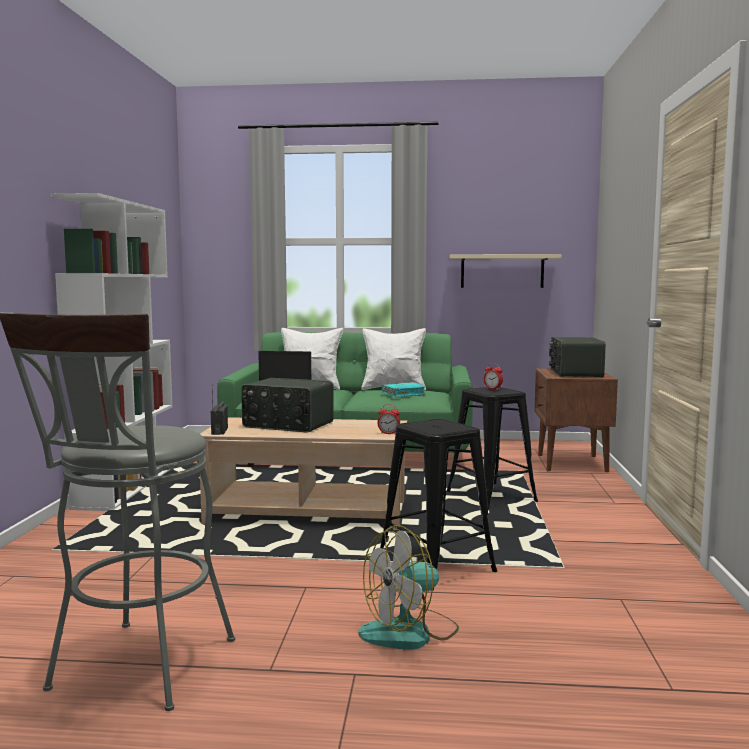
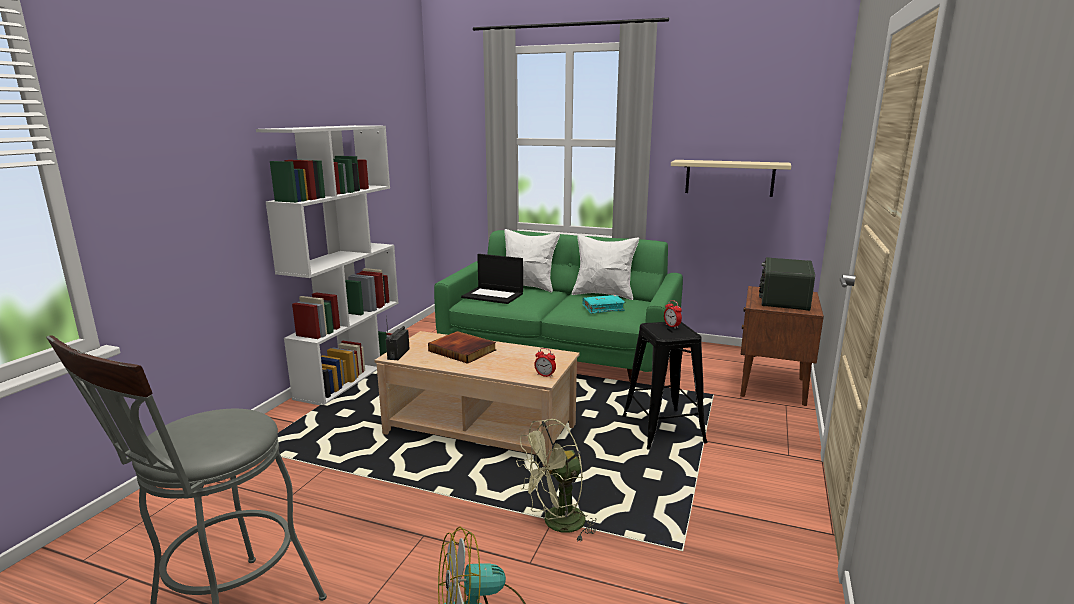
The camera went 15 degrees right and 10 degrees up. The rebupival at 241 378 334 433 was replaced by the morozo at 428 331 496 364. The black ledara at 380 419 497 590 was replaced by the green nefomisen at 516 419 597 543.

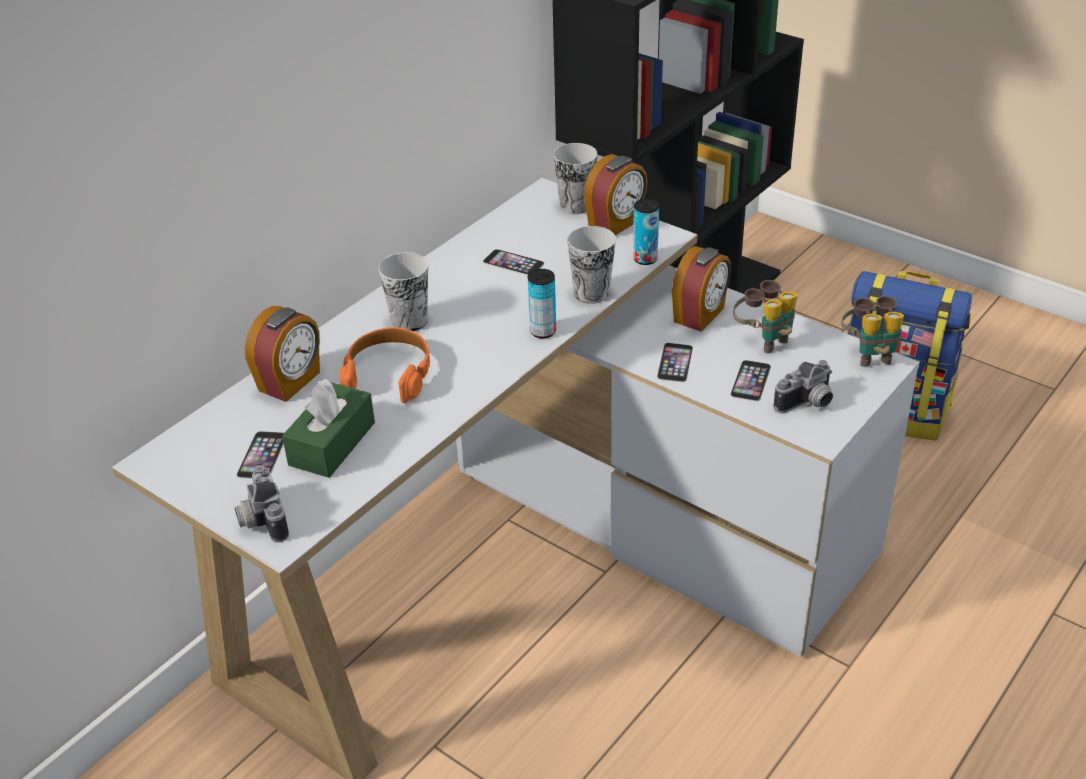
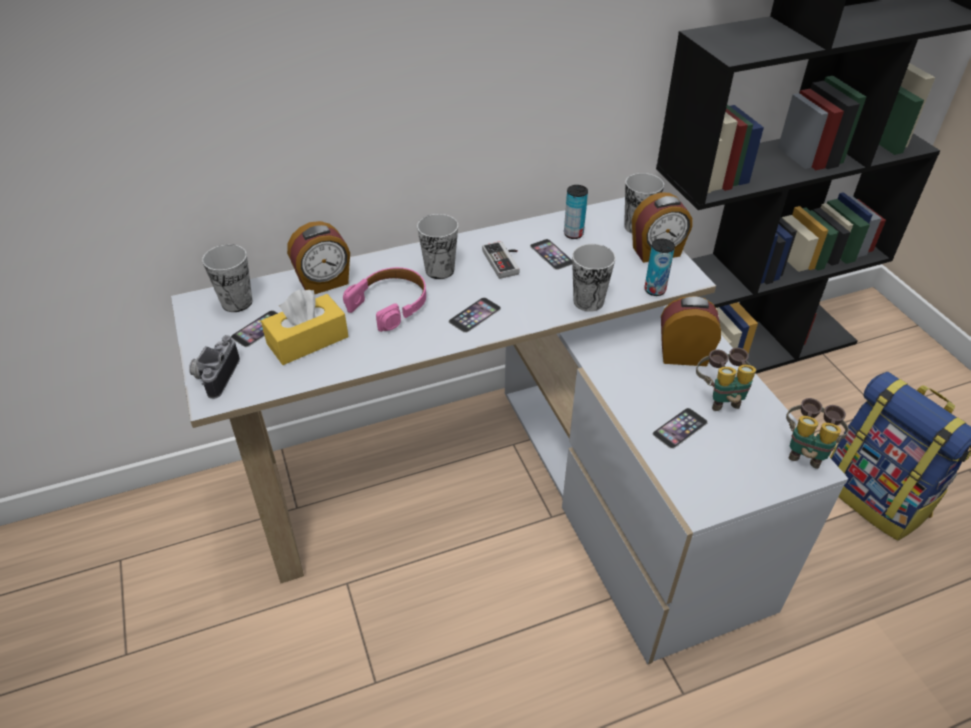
The camera went 30 degrees right and 5 degrees up. The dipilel at 202 244 253 312 appeared. The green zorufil at 282 379 375 478 became the yellow zorufil at 261 289 349 365. The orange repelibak at 339 327 430 403 became the pink repelibak at 343 267 426 332. The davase moved from 657 343 693 382 to 449 297 501 333. The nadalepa at 482 241 520 279 appeared. The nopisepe moved from 528 269 556 338 to 564 185 588 239. The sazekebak at 672 246 731 332 turned 150 degrees counterclockwise. The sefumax at 773 360 833 413 disappeared.

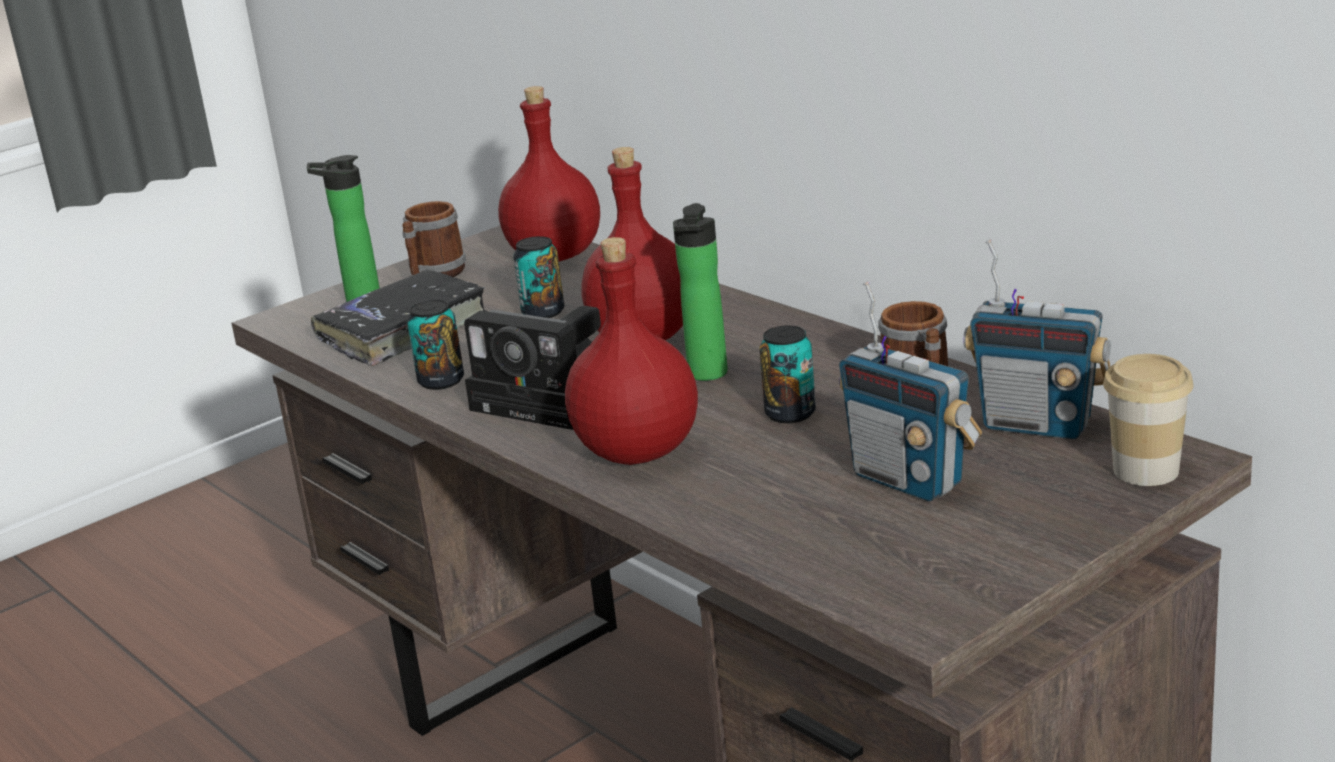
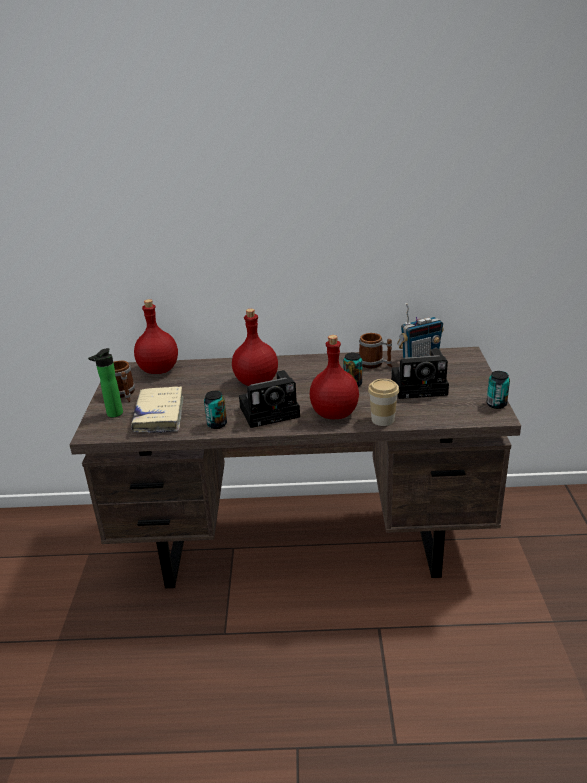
The camera went 50 degrees left and 5 degrees up. The black morozo at 311 270 488 366 became the beige morozo at 131 386 184 433. The dipilel moved from 1103 354 1193 486 to 368 379 399 426. The rebupival at 839 282 982 502 was replaced by the sefumax at 391 349 449 399. The nopisepe moved from 513 236 564 318 to 486 371 510 409. The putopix at 673 203 728 381 disappeared.

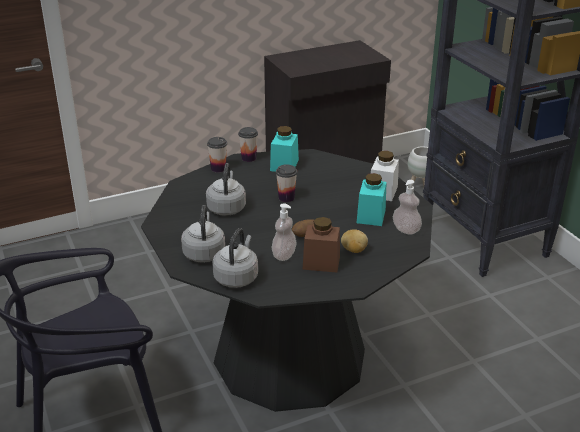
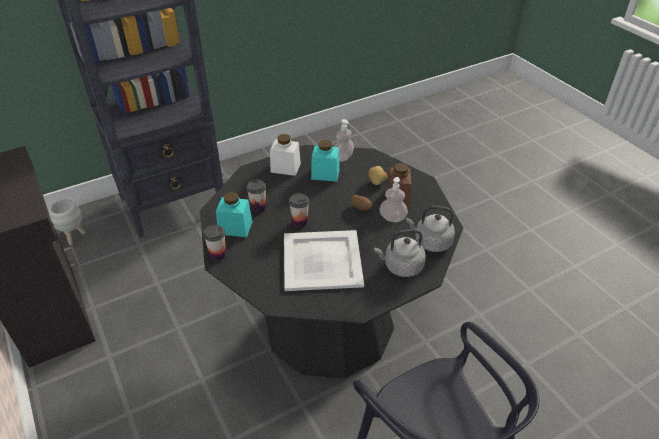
The camera went 95 degrees left and 10 degrees up. The dipilel moved from 207 137 227 172 to 246 180 266 213. The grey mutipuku at 206 163 246 216 was replaced by the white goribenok at 284 230 364 291.

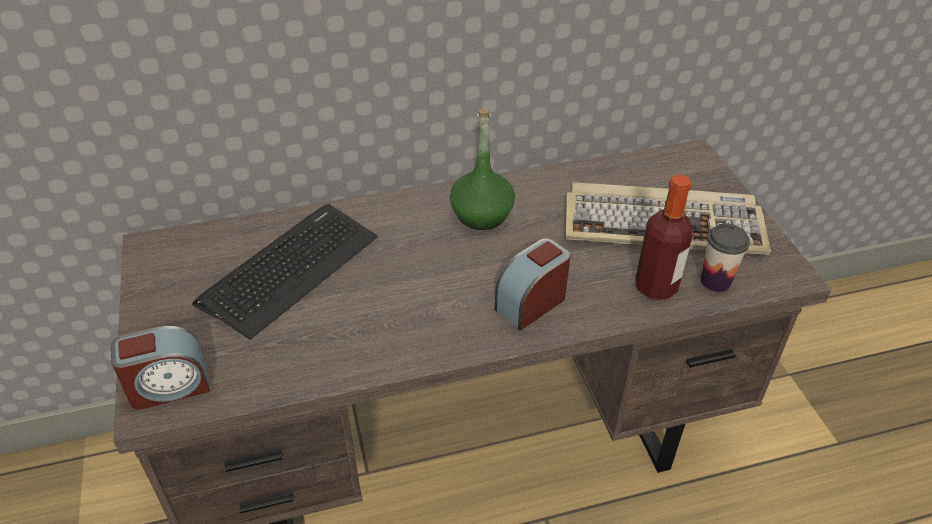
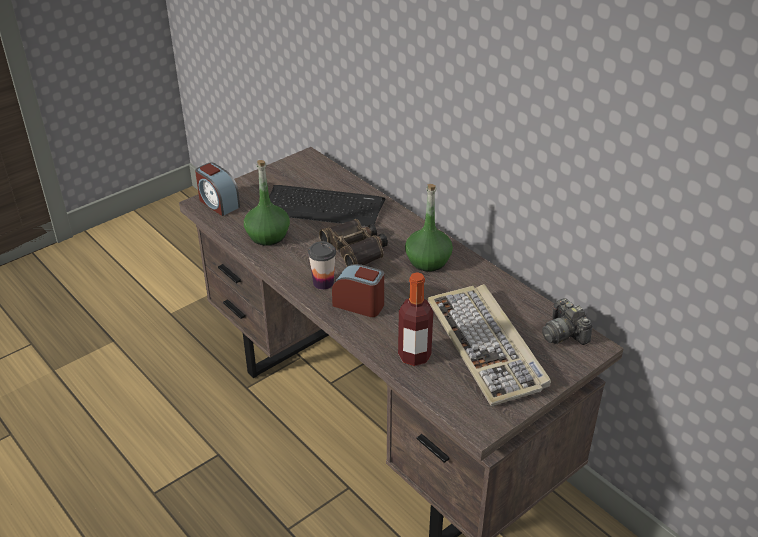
The camera went 65 degrees right and 5 degrees down. The green putopix at 244 160 290 246 appeared. The dipilel moved from 701 223 750 292 to 308 241 336 290. The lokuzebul at 319 219 388 266 appeared. The sefumax at 542 298 592 345 appeared.

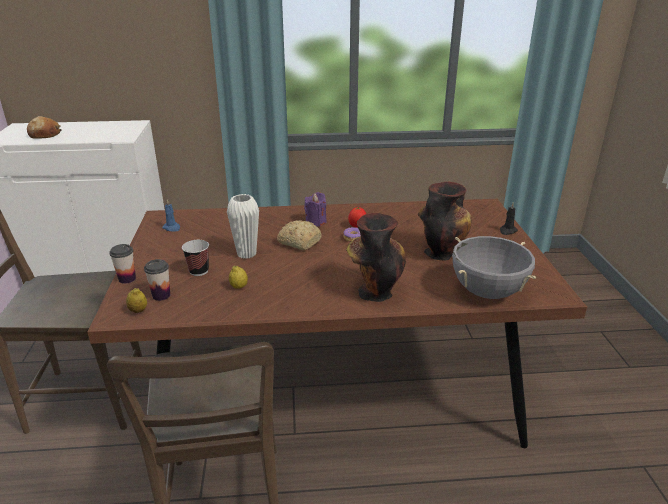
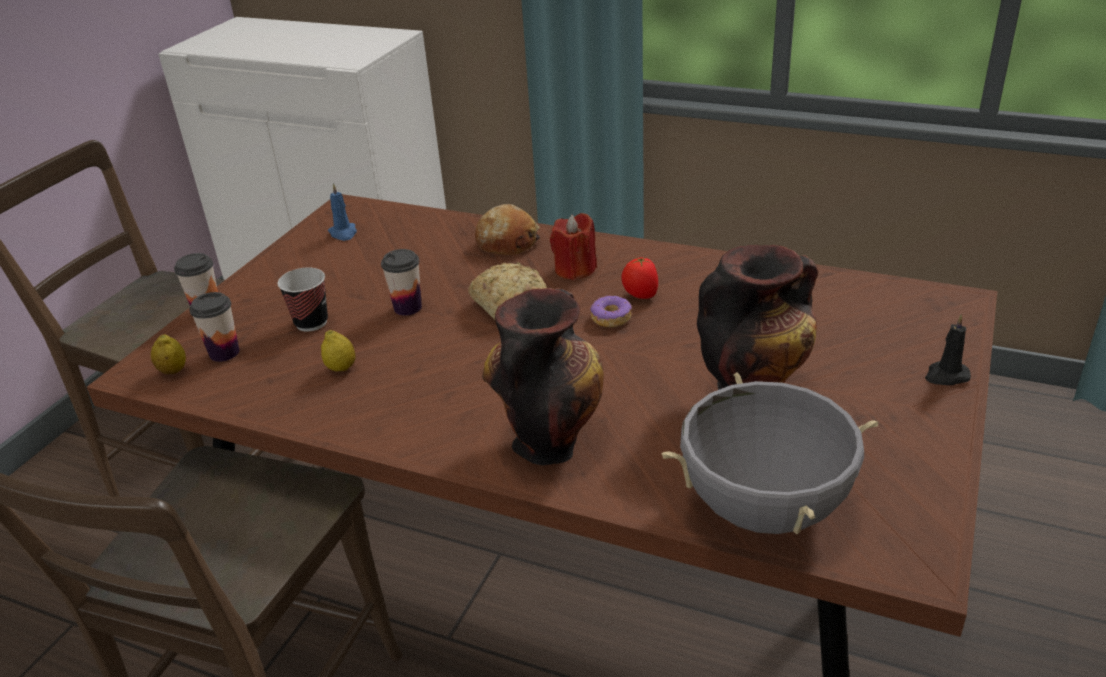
The camera went 30 degrees right and 5 degrees up. The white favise at 227 194 259 259 was replaced by the dipilel at 381 249 422 316. The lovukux moved from 27 116 62 139 to 475 204 540 255. The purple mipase at 304 192 327 227 became the red mipase at 550 213 597 280.

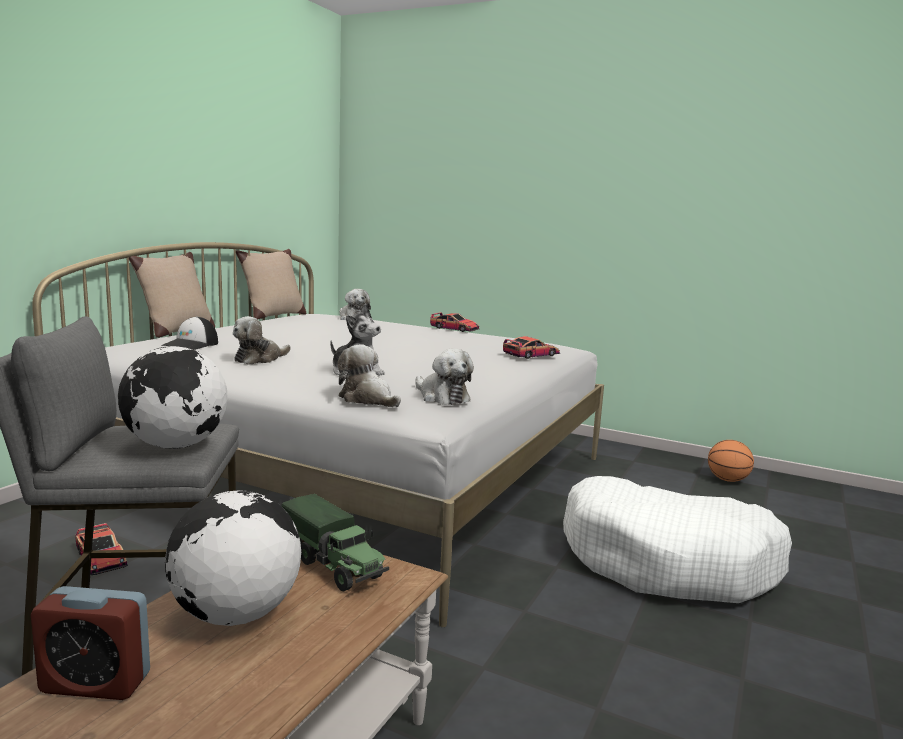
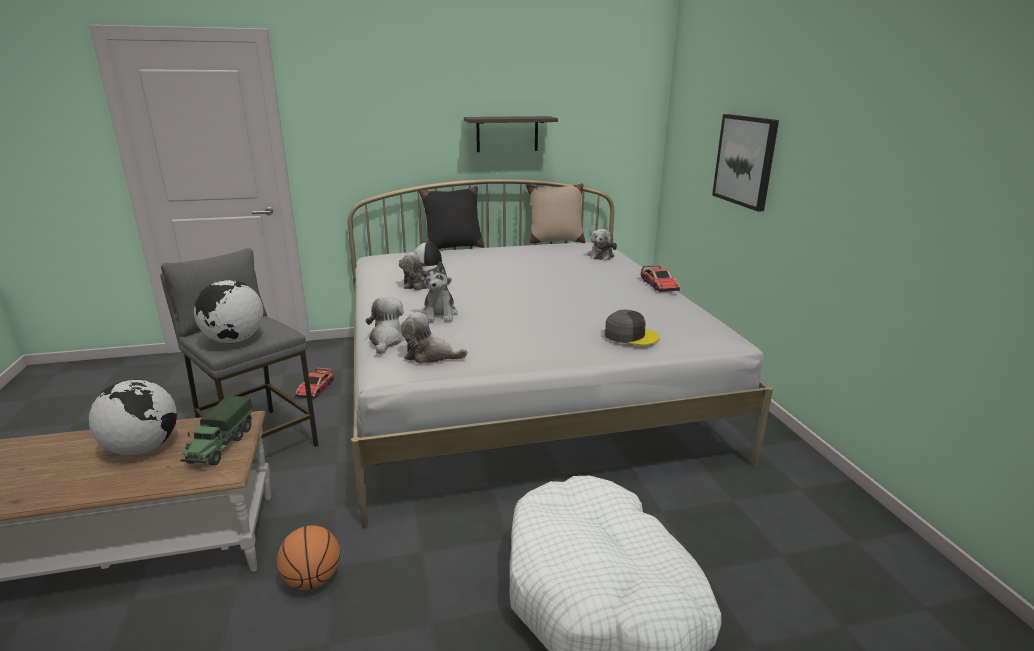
The camera went 50 degrees right and 10 degrees up. The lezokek moved from 708 440 754 482 to 277 525 341 590. The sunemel at 415 349 474 405 turned 90 degrees clockwise. The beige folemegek at 129 252 215 338 became the black folemegek at 419 186 485 249. The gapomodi at 464 116 558 152 appeared. The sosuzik at 503 336 560 359 was replaced by the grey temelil at 604 310 660 345. The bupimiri at 712 114 779 212 appeared. The sazekebak at 31 586 150 700 disappeared.

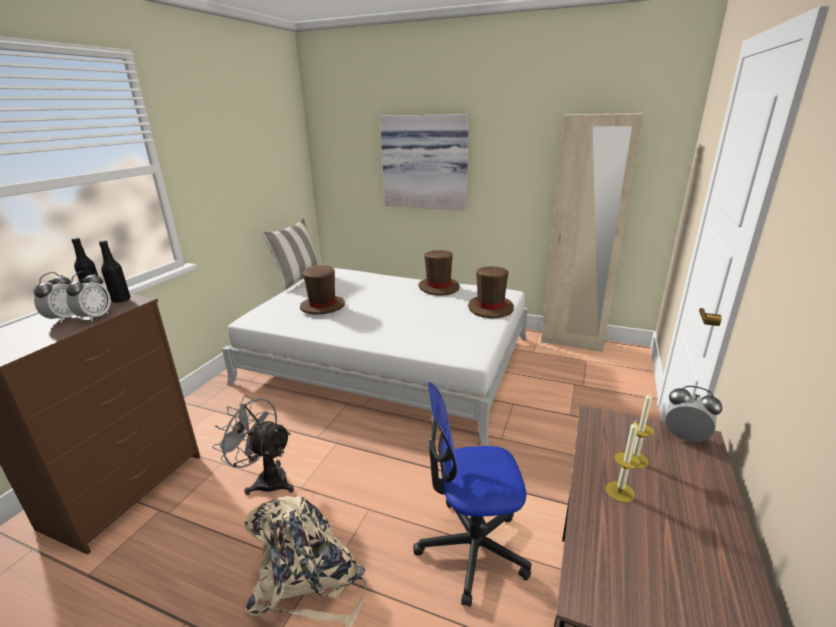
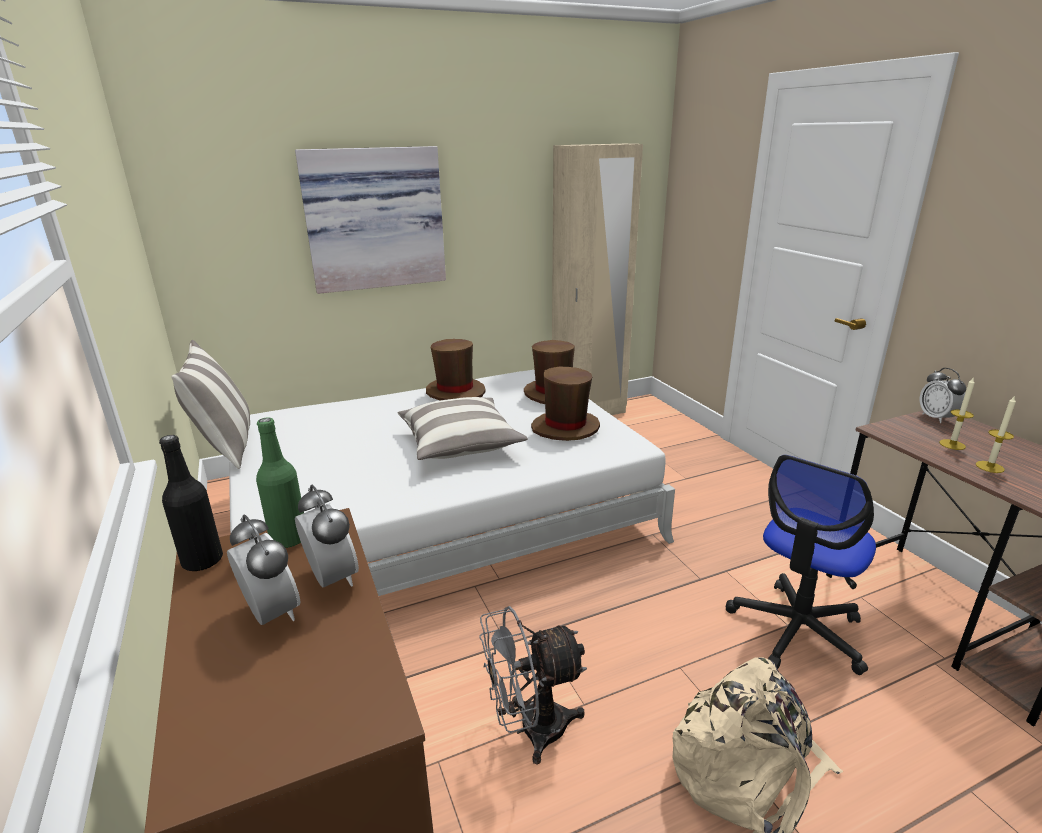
The camera went 45 degrees left and 0 degrees up. The black putopix at 99 240 131 303 became the green putopix at 256 418 304 548. The folemegek at 398 397 528 460 appeared. The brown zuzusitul moved from 300 265 345 315 to 531 367 600 441. The sazekebak at 665 386 722 442 turned 90 degrees counterclockwise.

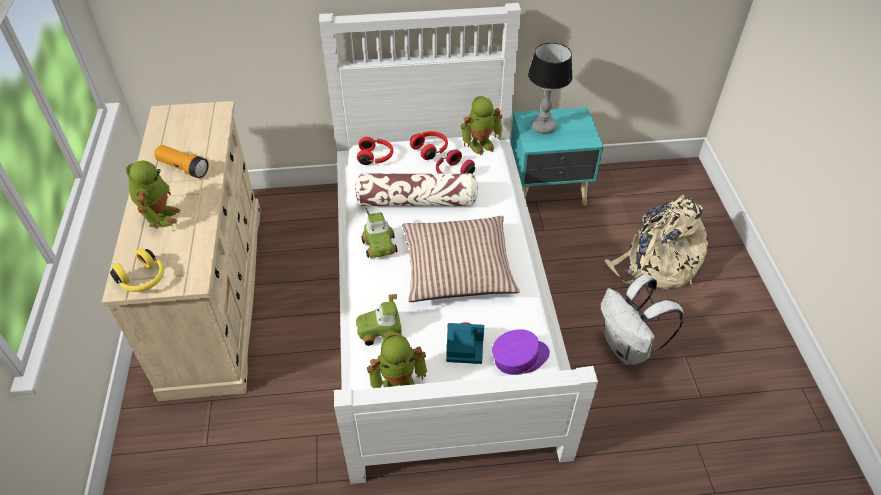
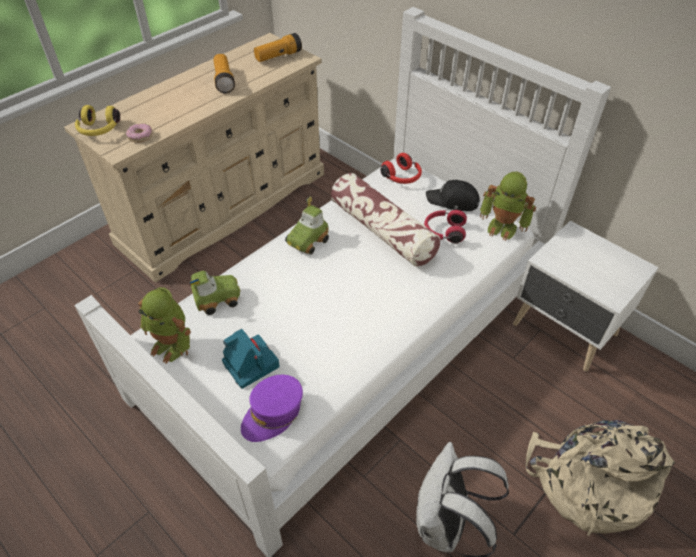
The camera went 50 degrees right and 0 degrees up. The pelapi at 126 124 152 143 appeared. The sosuzik at 356 294 401 346 turned 120 degrees clockwise. The purple temelil at 492 329 550 375 turned 105 degrees clockwise. The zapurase at 254 33 302 62 appeared. The red repelibak at 410 131 448 160 was replaced by the black temelil at 426 180 480 211. The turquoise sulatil at 511 107 603 206 became the white sulatil at 513 221 659 372. The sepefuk at 126 161 181 229 disappeared. The folemegek at 402 216 520 302 disappeared. The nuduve at 528 43 573 134 disappeared.

